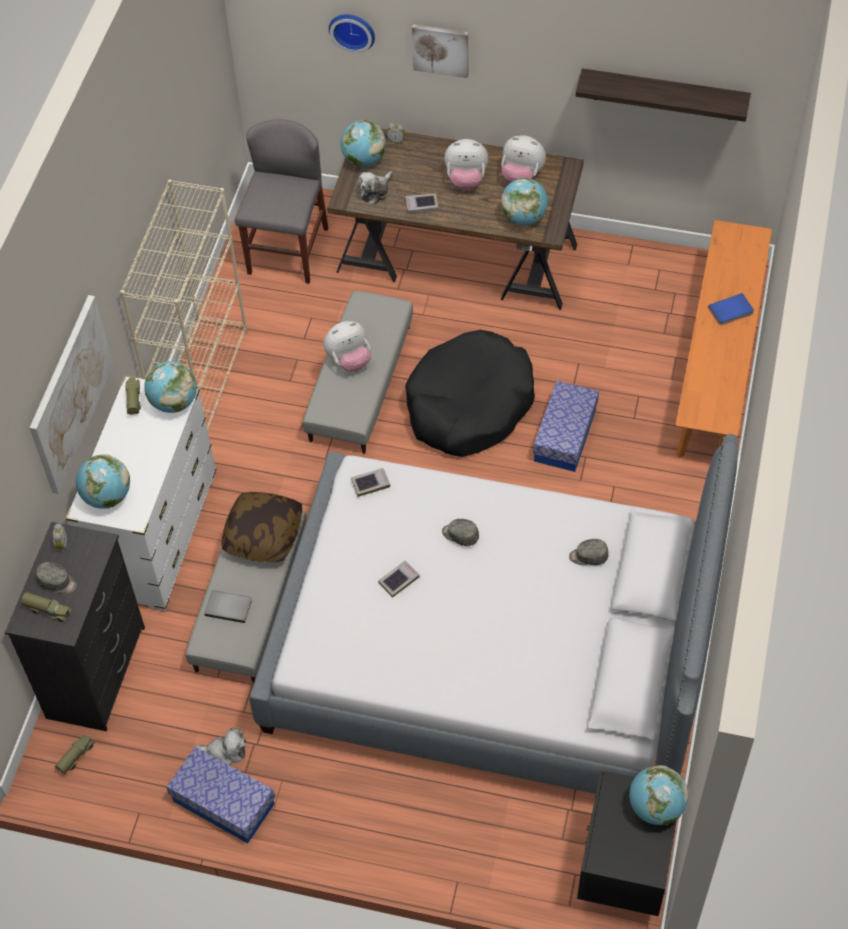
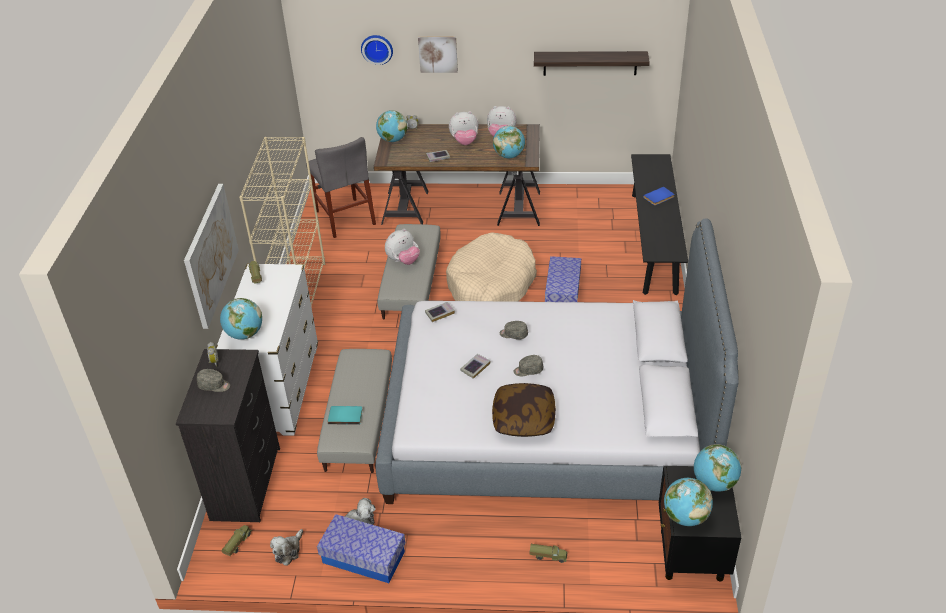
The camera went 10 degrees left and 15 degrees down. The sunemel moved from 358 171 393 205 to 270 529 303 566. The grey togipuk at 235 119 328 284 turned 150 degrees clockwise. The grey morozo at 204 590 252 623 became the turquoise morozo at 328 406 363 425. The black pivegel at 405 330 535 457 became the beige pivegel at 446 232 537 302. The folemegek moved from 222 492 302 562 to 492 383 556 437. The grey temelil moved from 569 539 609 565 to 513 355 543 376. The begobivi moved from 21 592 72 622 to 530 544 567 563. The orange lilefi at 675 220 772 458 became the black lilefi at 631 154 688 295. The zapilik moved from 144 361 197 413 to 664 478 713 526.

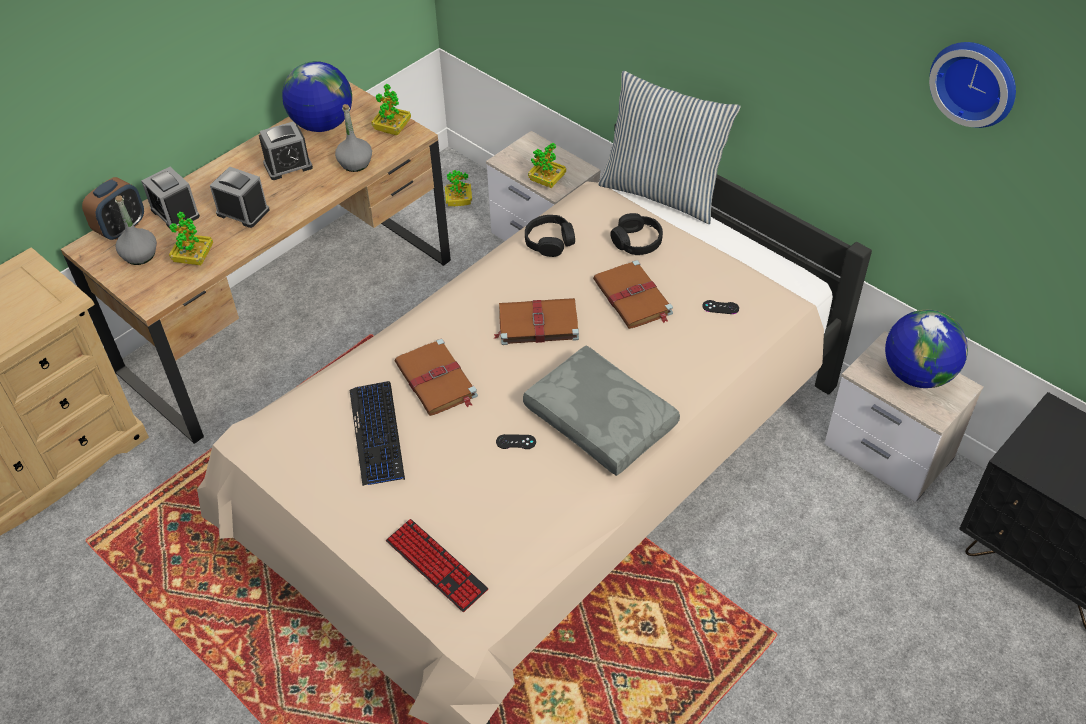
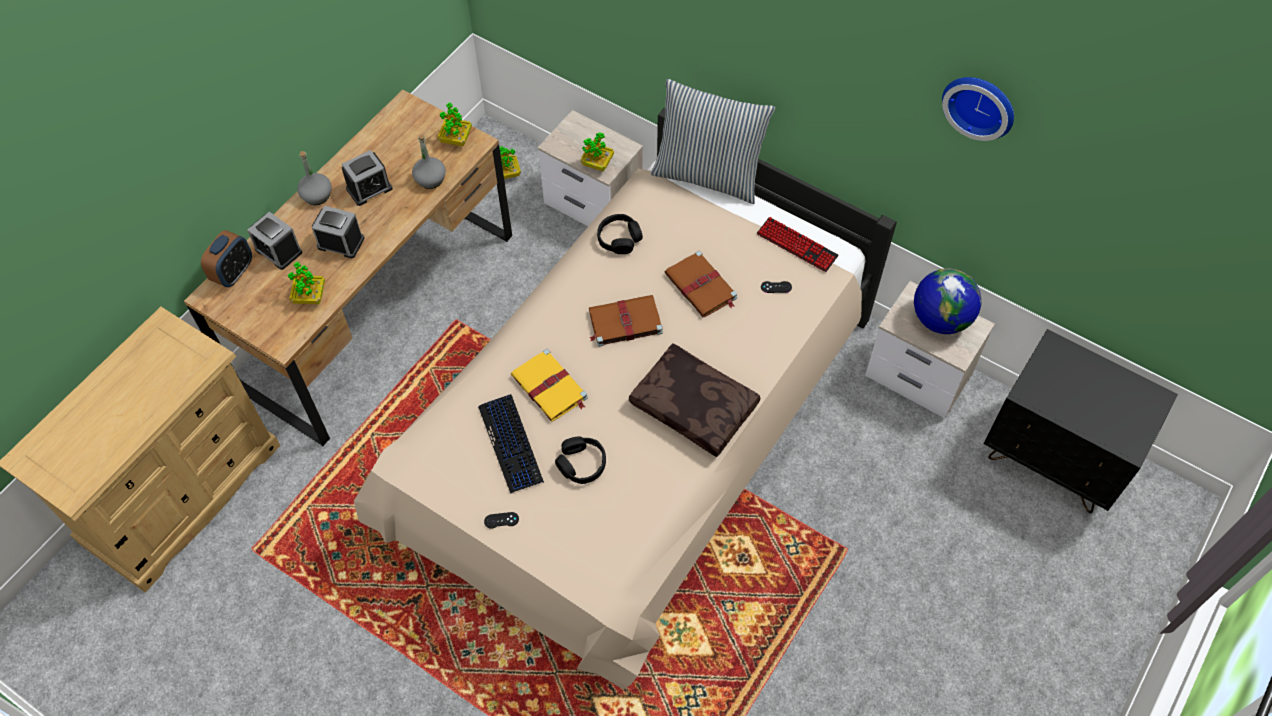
The camera went 10 degrees left and 10 degrees up. The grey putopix moved from 115 195 157 265 to 297 151 332 205. The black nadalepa moved from 496 434 536 449 to 484 512 519 529. The brown morozo at 395 339 478 416 became the yellow morozo at 511 349 588 422. The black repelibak moved from 610 213 663 255 to 555 436 606 484. The grey folemegek at 523 346 680 476 became the brown folemegek at 629 343 760 457. The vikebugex moved from 386 519 488 612 to 757 217 839 272. The zapilik at 282 61 352 132 disappeared.

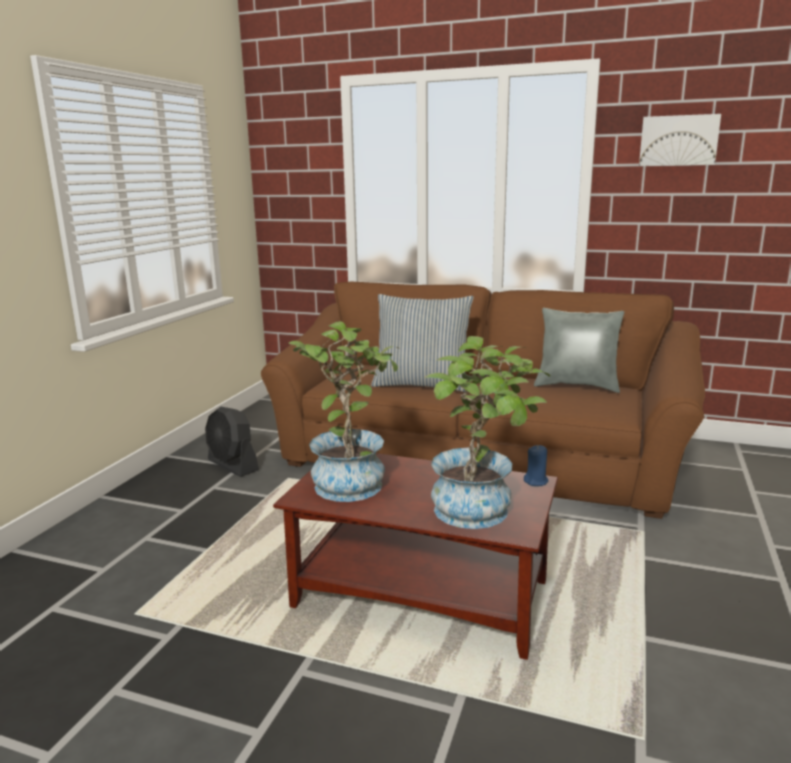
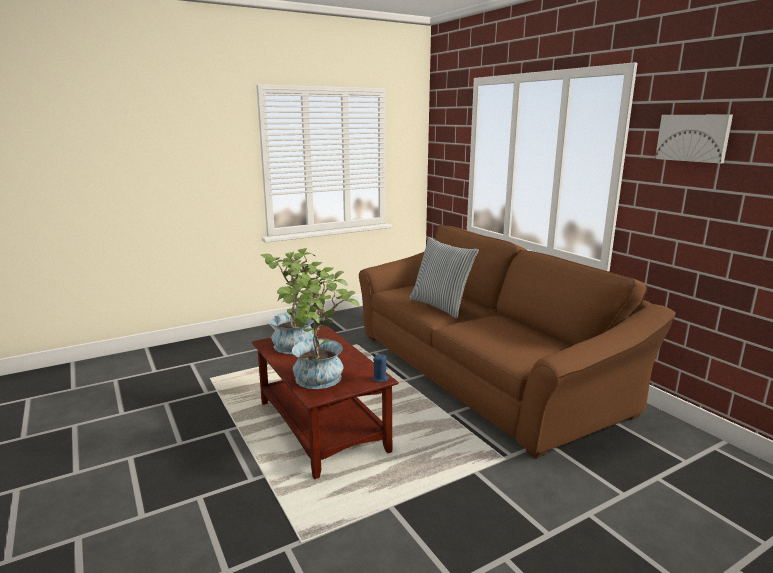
The camera went 40 degrees right and 0 degrees up. The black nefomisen at 205 406 259 477 disappeared. The grey folemegek at 534 308 624 393 disappeared.

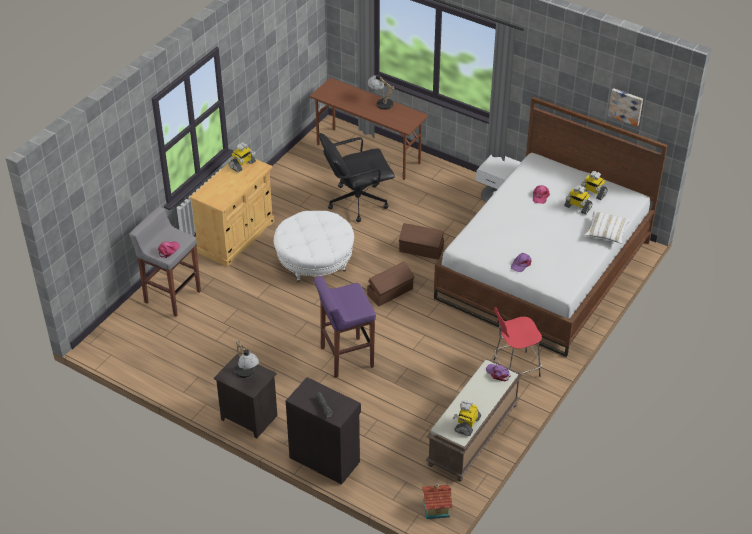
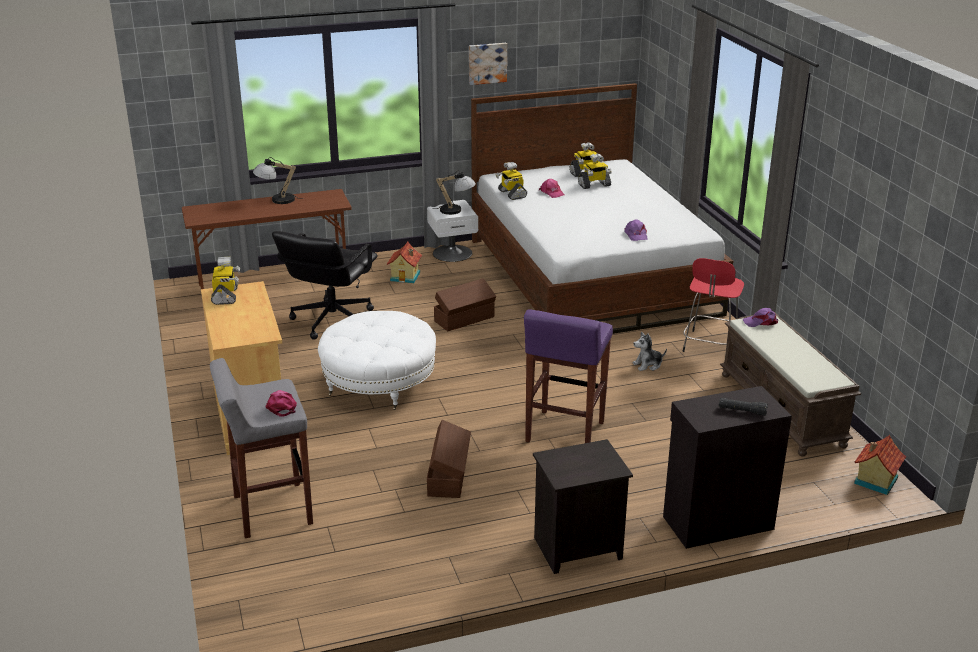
The camera went 50 degrees left and 15 degrees down. The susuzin at 387 242 422 283 appeared. The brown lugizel moved from 367 261 415 306 to 427 420 471 498. The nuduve moved from 234 340 259 378 to 433 171 476 215. The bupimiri moved from 608 88 643 126 to 469 43 507 85. The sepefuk moved from 453 400 481 436 to 496 162 527 200. The sunemel at 633 331 667 371 appeared. The white folemegek at 585 212 630 244 disappeared.

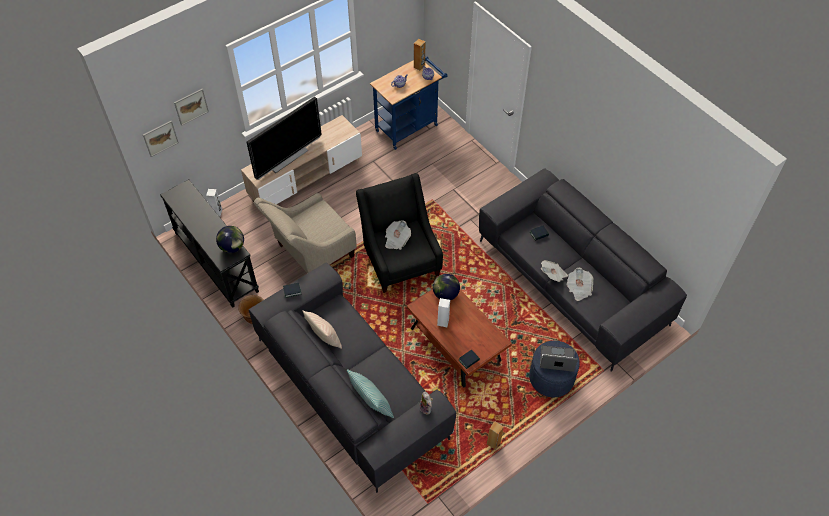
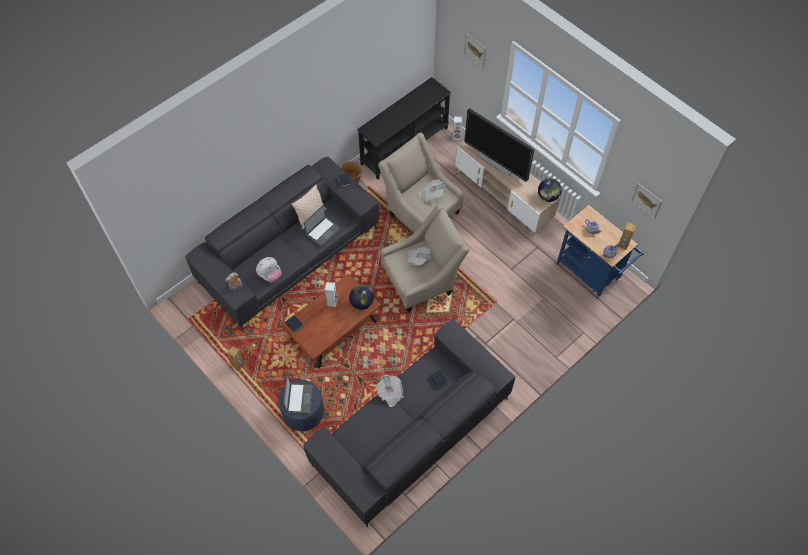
The camera went 85 degrees right and 5 degrees up. The sunemel at 256 257 282 282 appeared. The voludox at 304 205 341 247 appeared. The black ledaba at 356 173 443 293 became the beige ledaba at 380 204 470 313. The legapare moved from 567 268 593 301 to 419 179 445 202. The zapilik moved from 216 226 244 253 to 538 178 562 202. The bupimiri moved from 143 121 179 157 to 631 183 663 219. The folemegek at 347 369 394 418 disappeared.

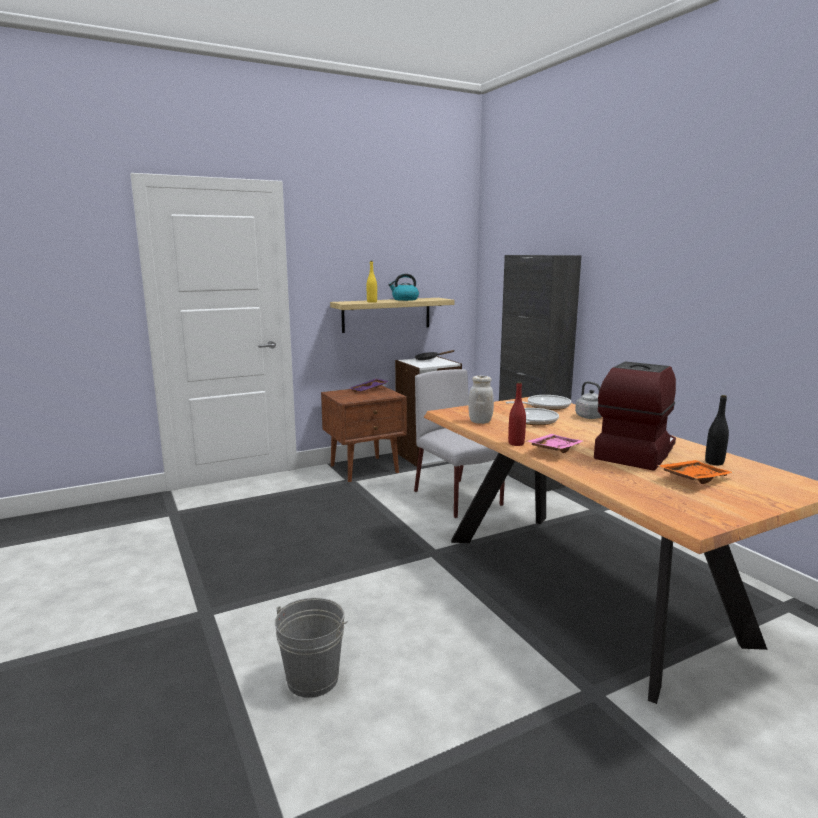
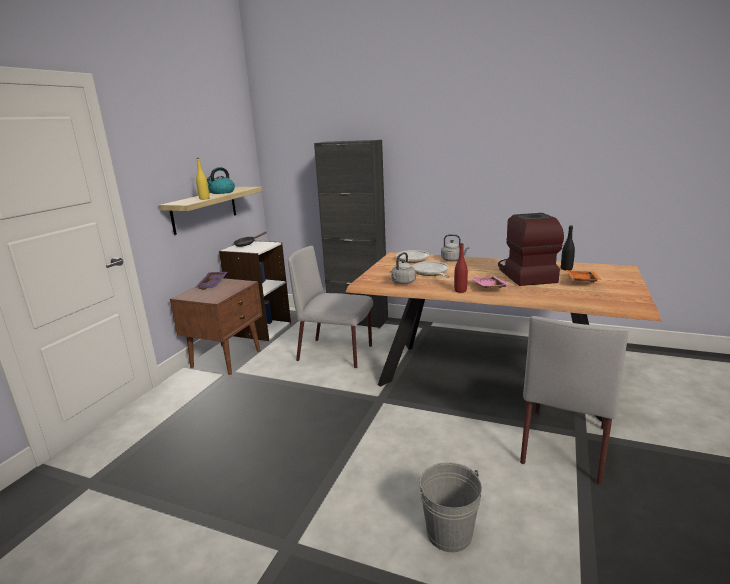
The camera went 40 degrees left and 5 degrees up. The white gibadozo at 468 376 494 424 was replaced by the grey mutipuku at 390 252 416 284. The grey togipuk at 520 316 629 485 appeared.

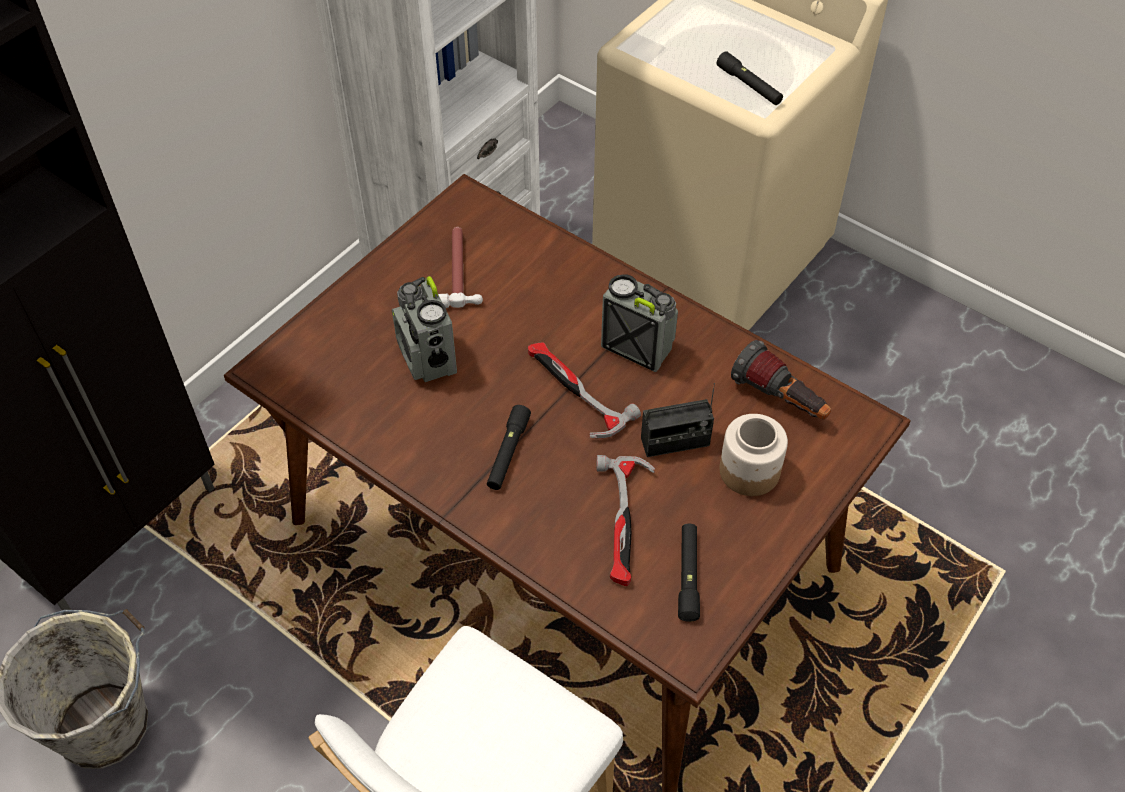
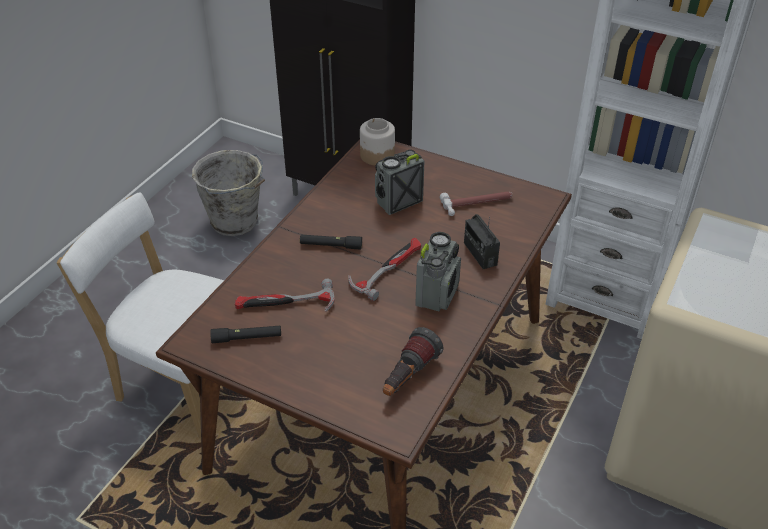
The camera went 80 degrees right and 10 degrees down. The gibadozo moved from 719 414 788 496 to 360 118 395 166. The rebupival moved from 641 383 715 457 to 464 214 500 269. The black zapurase at 717 51 783 105 disappeared.

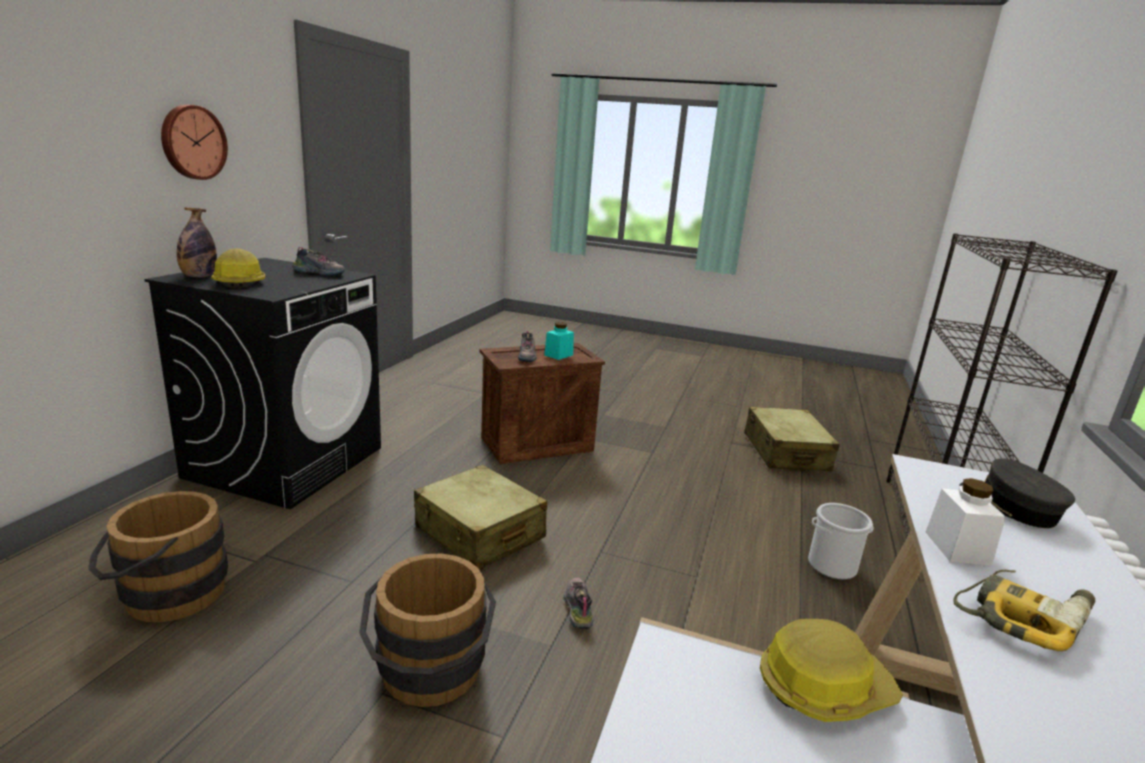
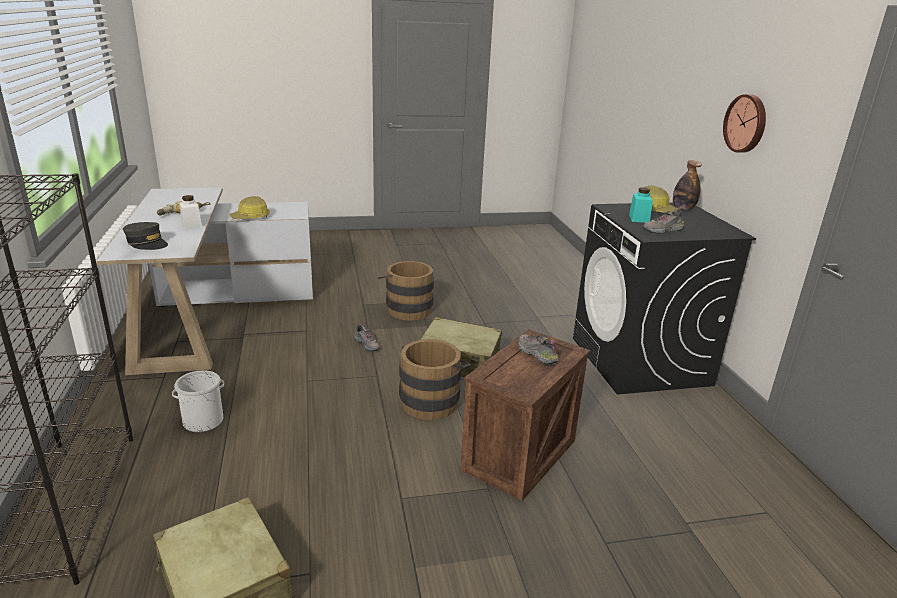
The camera went 150 degrees right and 5 degrees up. The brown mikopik moved from 88 491 228 623 to 399 339 471 420. The turquoise gibadozo moved from 544 322 574 360 to 629 187 653 223.

